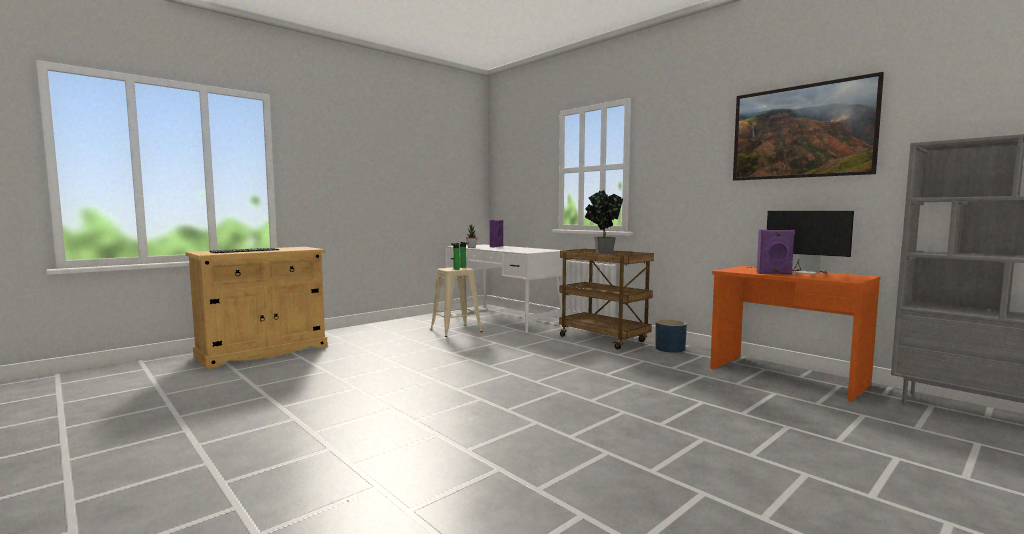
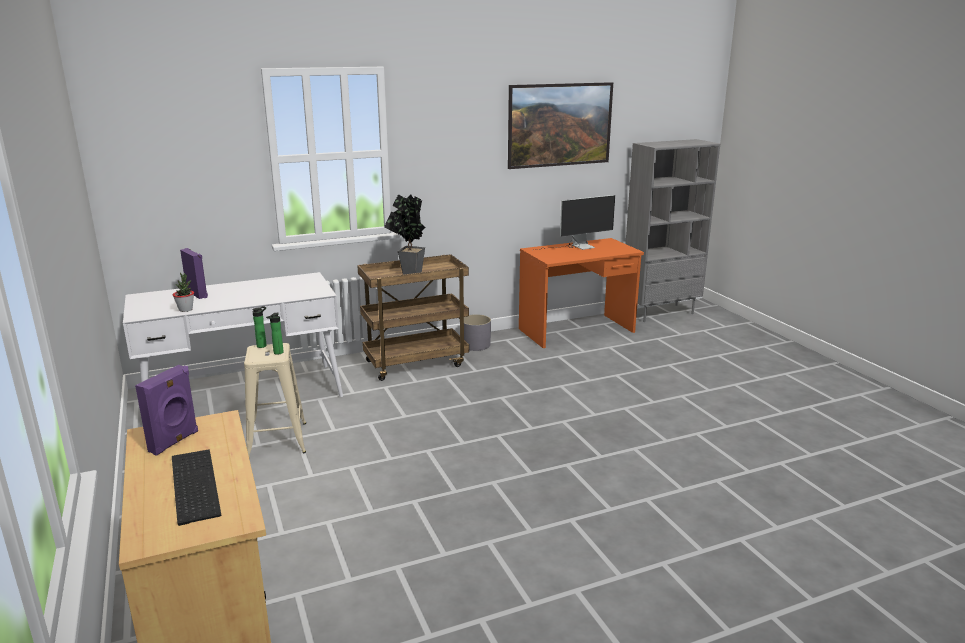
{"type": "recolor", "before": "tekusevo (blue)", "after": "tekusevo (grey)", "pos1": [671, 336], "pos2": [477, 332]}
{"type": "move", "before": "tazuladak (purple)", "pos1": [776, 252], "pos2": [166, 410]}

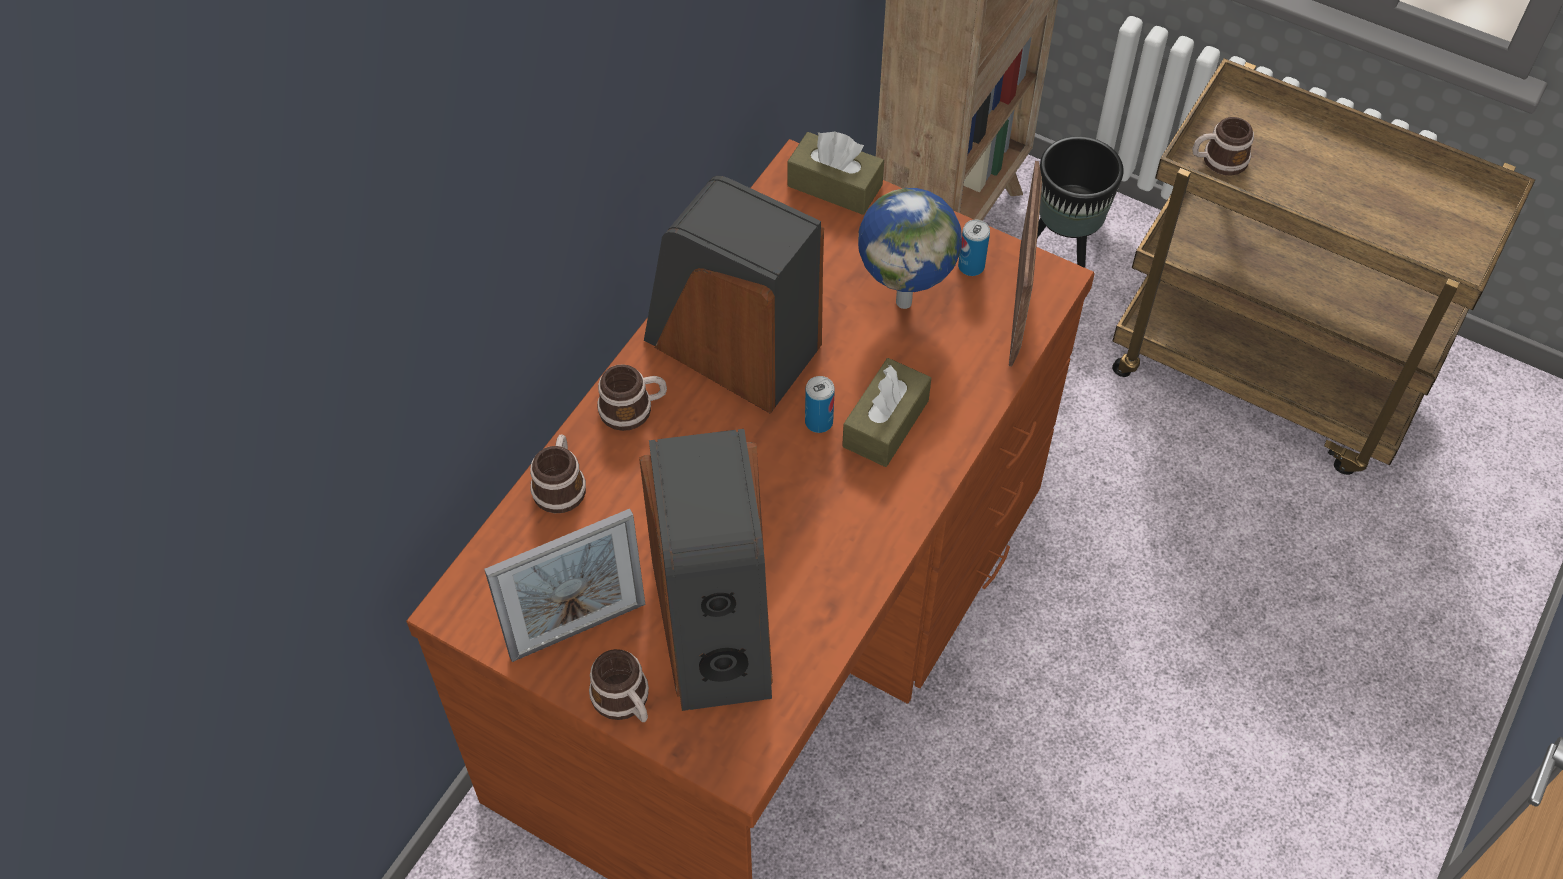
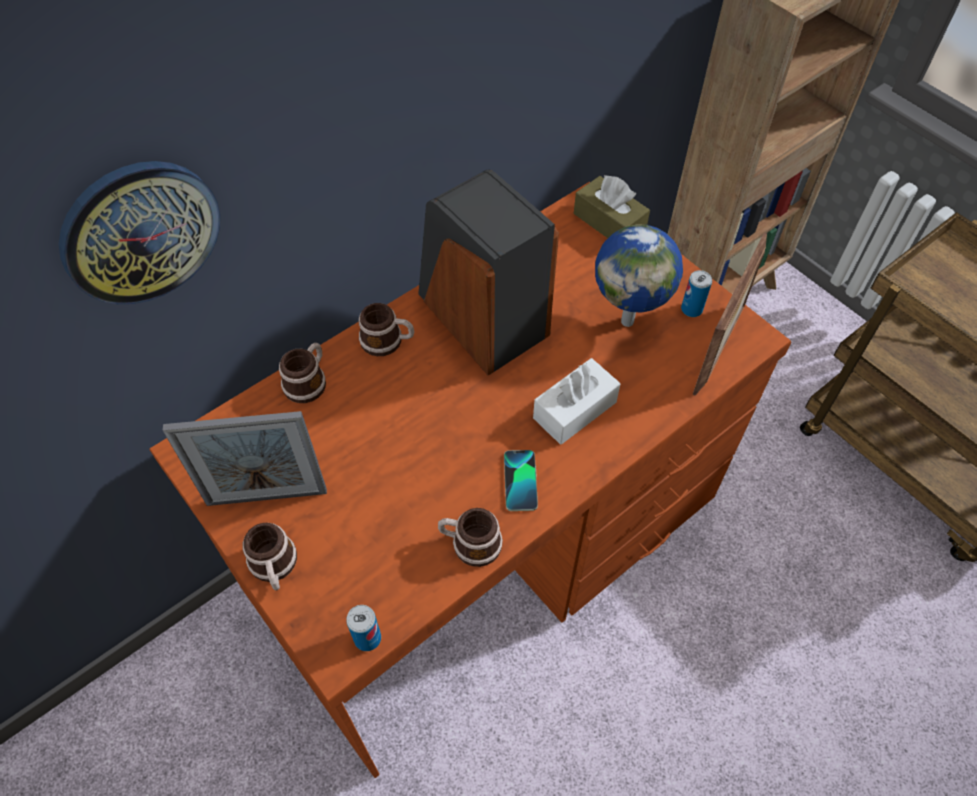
{"type": "delete", "before": "tazuladak", "pos1": [706, 570]}
{"type": "move", "before": "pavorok", "pos1": [820, 404], "pos2": [363, 628]}
{"type": "recolor", "before": "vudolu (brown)", "after": "vudolu (white)", "pos1": [886, 412], "pos2": [576, 401]}
{"type": "delete", "before": "tekusevo (black)", "pos1": [1080, 202]}
{"type": "move", "before": "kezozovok", "pos1": [1223, 146], "pos2": [470, 537]}
{"type": "insert", "after": "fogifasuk", "pos2": [139, 232]}
{"type": "insert", "after": "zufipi", "pos2": [521, 480]}

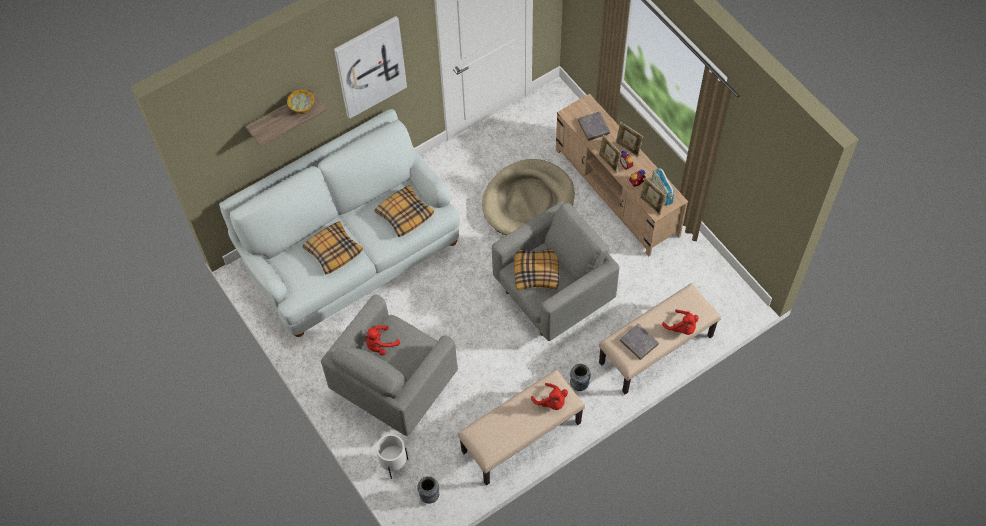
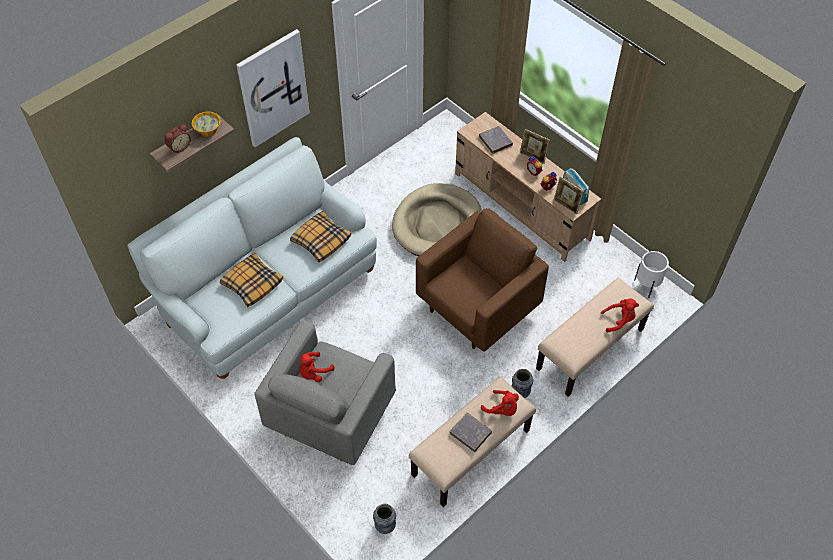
{"type": "move", "before": "tekusevo (white)", "pos1": [392, 456], "pos2": [651, 274]}
{"type": "recolor", "before": "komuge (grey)", "after": "komuge (brown)", "pos1": [556, 271], "pos2": [482, 279]}
{"type": "delete", "before": "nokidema", "pos1": [536, 269]}
{"type": "delete", "before": "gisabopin", "pos1": [610, 154]}
{"type": "move", "before": "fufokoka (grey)", "pos1": [639, 342], "pos2": [470, 432]}
{"type": "rotate", "before": "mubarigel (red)", "pos1": [680, 322], "pos2": [620, 315], "turn": -45}
{"type": "insert", "after": "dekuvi", "pos2": [178, 138]}

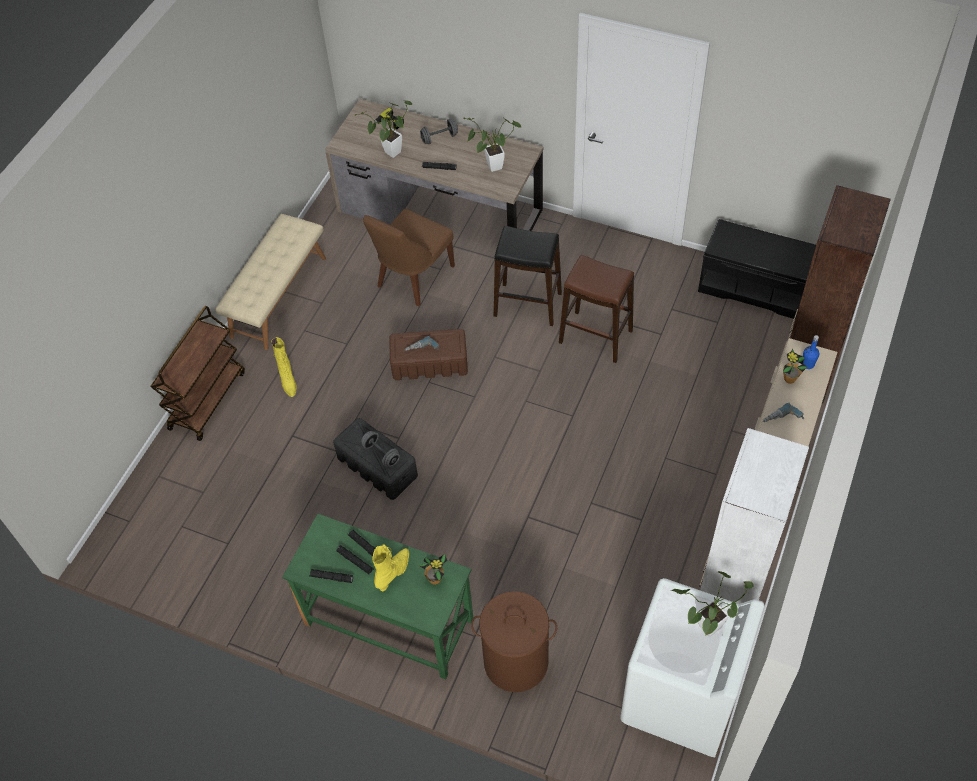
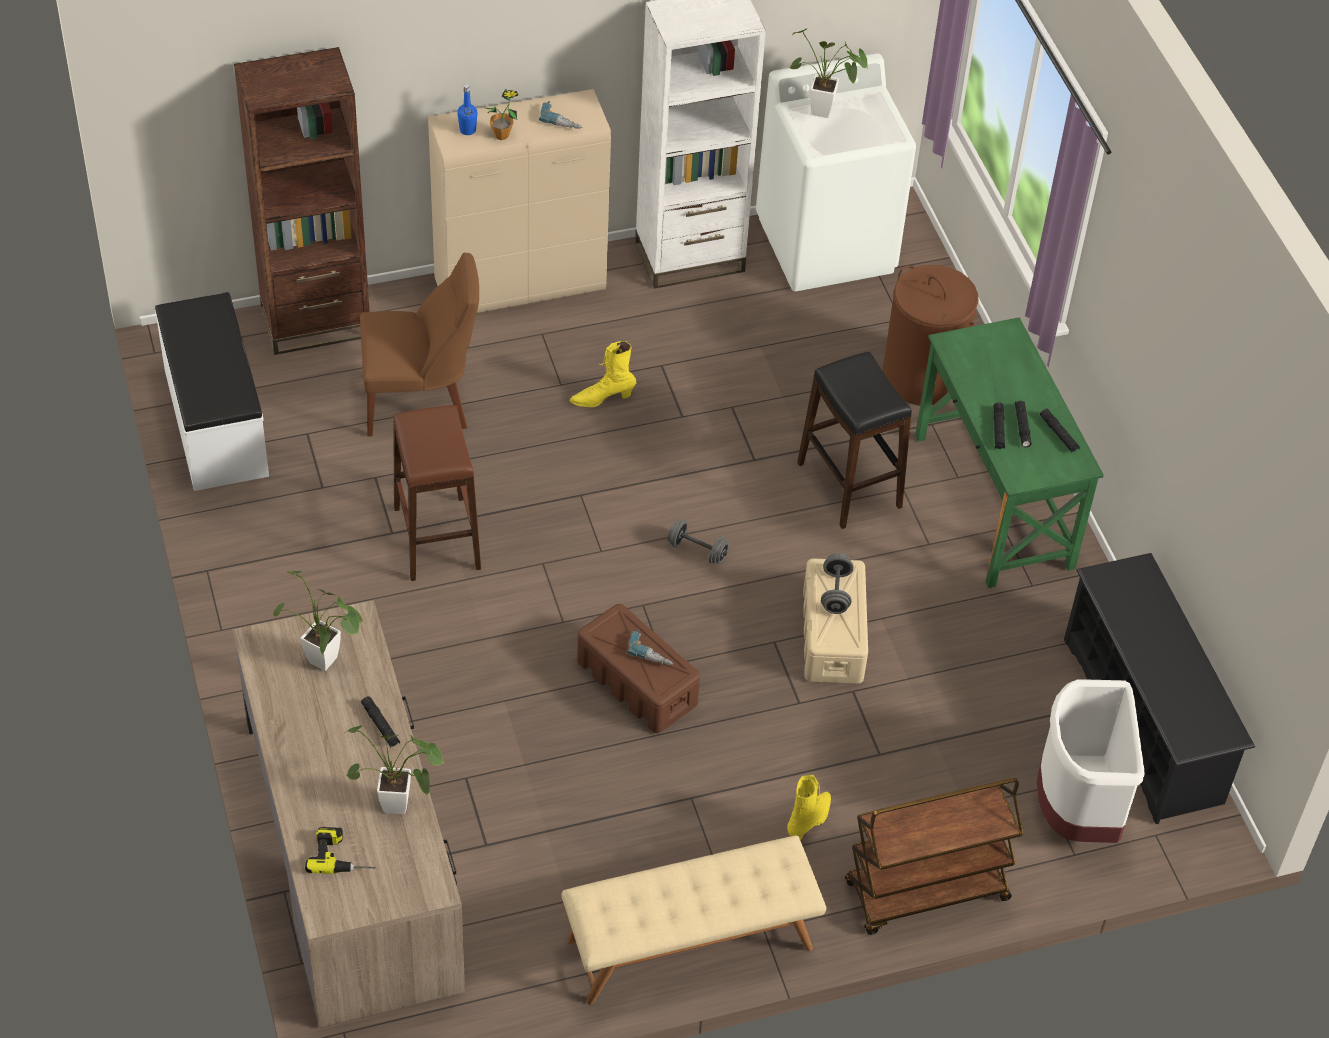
{"type": "recolor", "before": "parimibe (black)", "after": "parimibe (beige)", "pos1": [375, 459], "pos2": [835, 621]}
{"type": "move", "before": "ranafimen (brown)", "pos1": [409, 258], "pos2": [419, 344]}
{"type": "move", "before": "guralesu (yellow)", "pos1": [390, 567], "pos2": [603, 374]}
{"type": "delete", "before": "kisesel", "pos1": [432, 569]}
{"type": "move", "before": "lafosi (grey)", "pos1": [439, 131], "pos2": [698, 542]}
{"type": "move", "before": "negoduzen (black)", "pos1": [528, 276], "pos2": [854, 440]}
{"type": "recolor", "before": "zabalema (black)", "after": "zabalema (white)", "pos1": [757, 269], "pos2": [212, 391]}
{"type": "insert", "after": "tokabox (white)", "pos2": [1091, 761]}
{"type": "insert", "after": "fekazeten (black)", "pos2": [1159, 688]}

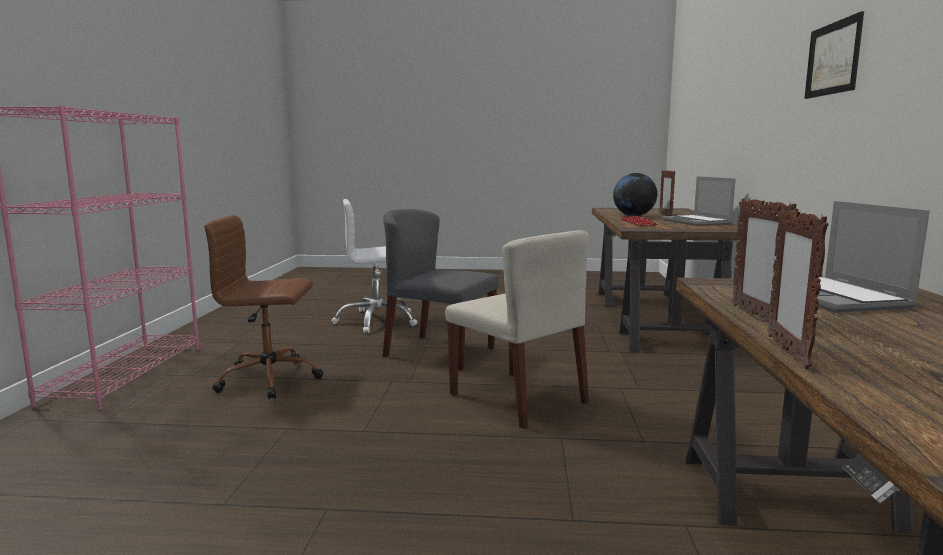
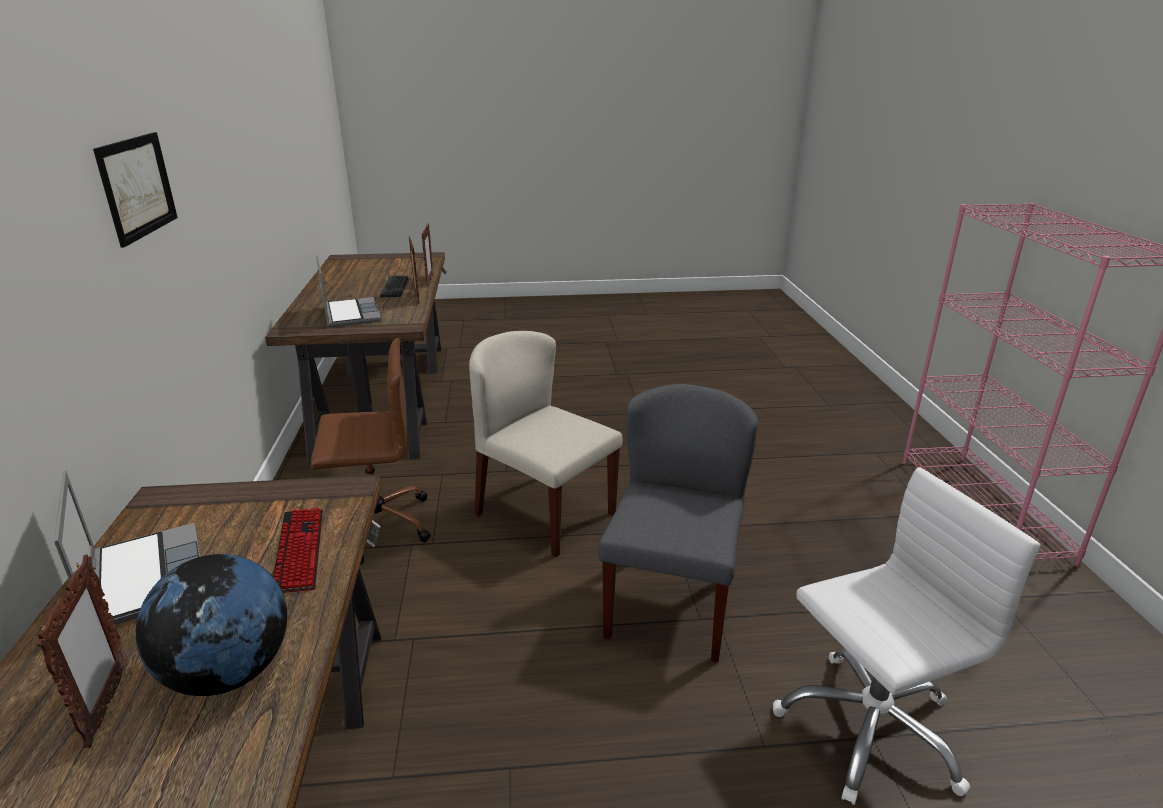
{"type": "move", "before": "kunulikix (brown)", "pos1": [263, 307], "pos2": [370, 451]}
{"type": "rotate", "before": "ranafimen (grey)", "pos1": [441, 289], "pos2": [678, 523], "turn": -90}
{"type": "insert", "after": "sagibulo", "pos2": [394, 286]}

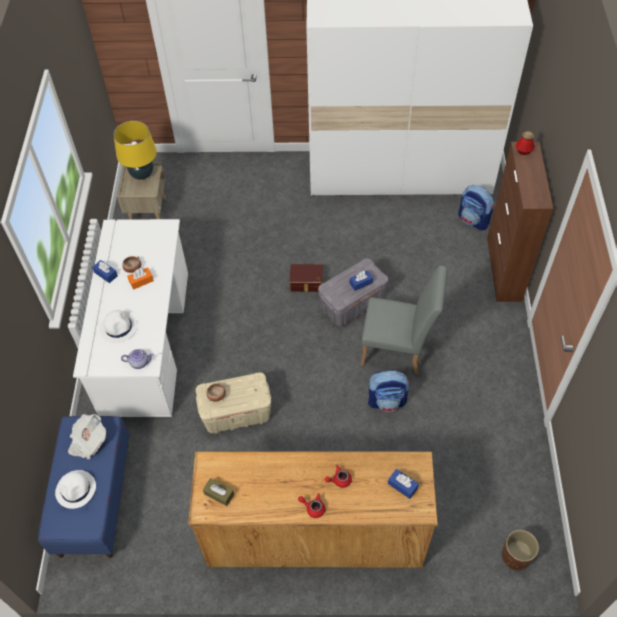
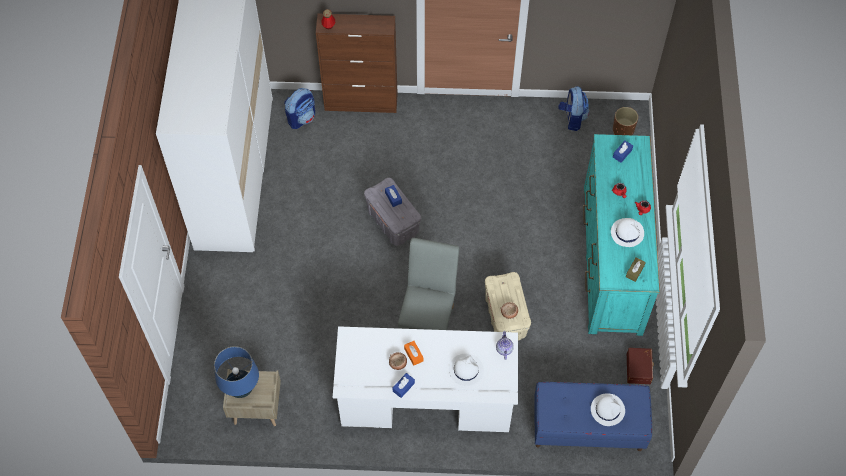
{"type": "delete", "before": "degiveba", "pos1": [87, 436]}
{"type": "recolor", "before": "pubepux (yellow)", "after": "pubepux (blue)", "pos1": [135, 150], "pos2": [236, 372]}
{"type": "recolor", "before": "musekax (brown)", "after": "musekax (turquoise)", "pos1": [313, 509], "pos2": [621, 235]}
{"type": "move", "before": "parimibe (brown)", "pos1": [306, 278], "pos2": [640, 366]}
{"type": "move", "before": "ranafimen (grey)", "pos1": [403, 319], "pos2": [428, 284]}
{"type": "move", "before": "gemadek", "pos1": [389, 391], "pos2": [573, 108]}
{"type": "insert", "after": "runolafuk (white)", "pos2": [627, 232]}

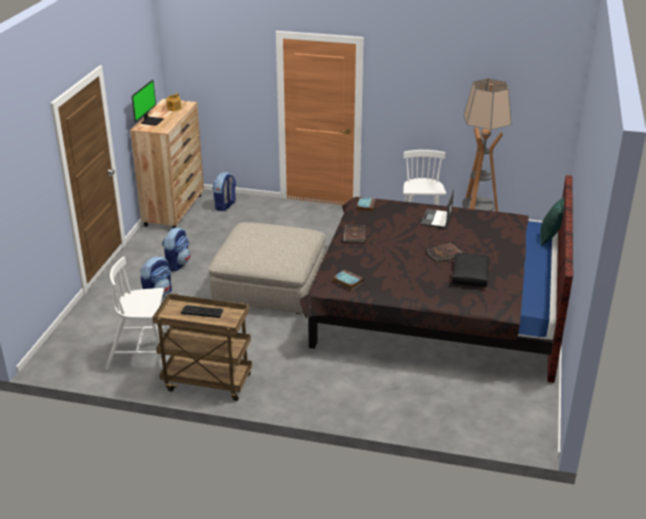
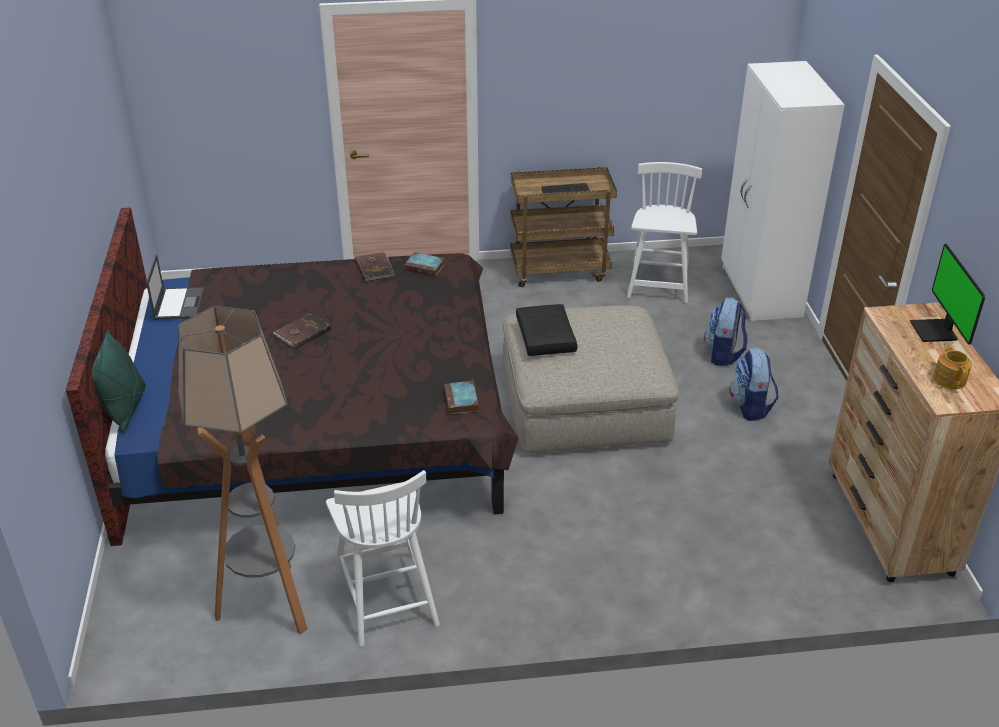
{"type": "rotate", "before": "ranafimen (white)", "pos1": [137, 313], "pos2": [664, 232], "turn": -60}
{"type": "delete", "before": "gemadek", "pos1": [224, 191]}
{"type": "move", "before": "fufokoka (brown)", "pos1": [354, 233], "pos2": [374, 267]}
{"type": "move", "before": "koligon", "pos1": [437, 209], "pos2": [175, 287]}
{"type": "move", "before": "nokidema (black)", "pos1": [470, 270], "pos2": [547, 330]}
{"type": "insert", "after": "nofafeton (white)", "pos2": [783, 191]}

